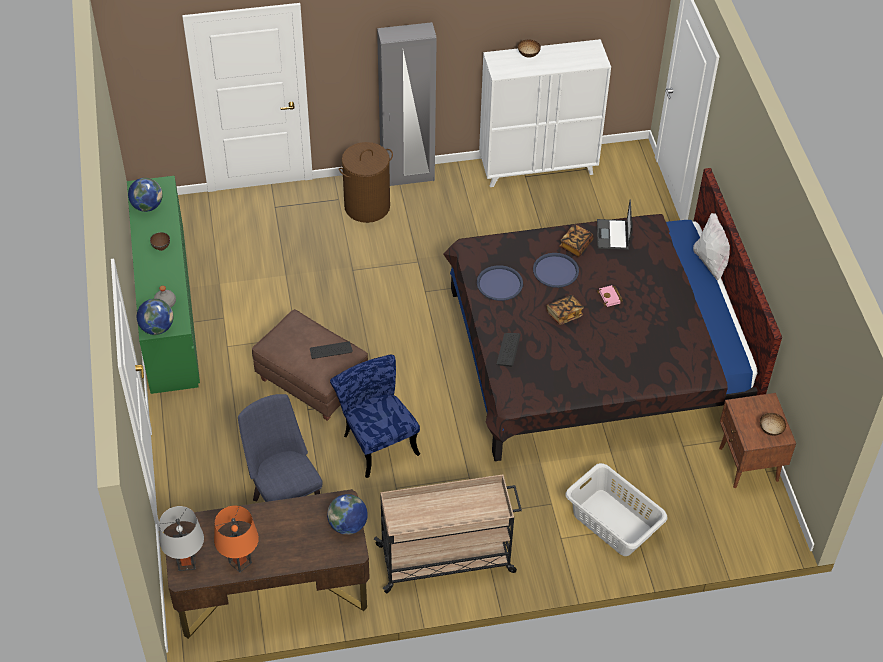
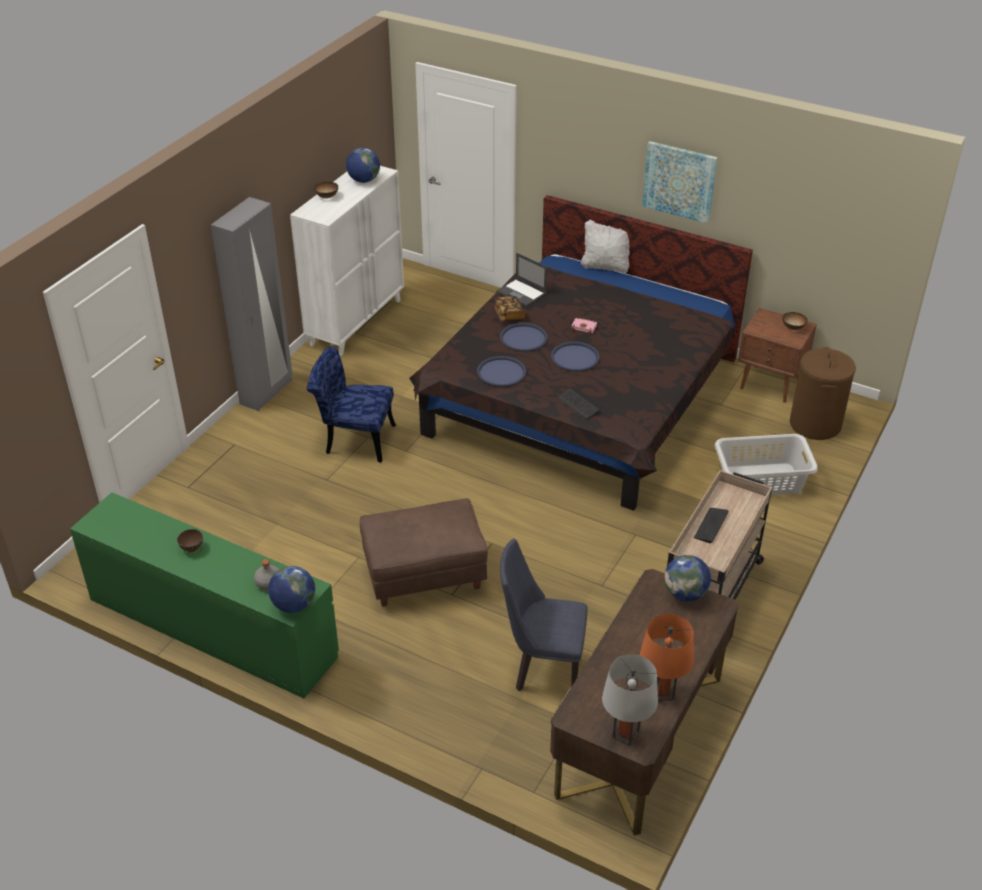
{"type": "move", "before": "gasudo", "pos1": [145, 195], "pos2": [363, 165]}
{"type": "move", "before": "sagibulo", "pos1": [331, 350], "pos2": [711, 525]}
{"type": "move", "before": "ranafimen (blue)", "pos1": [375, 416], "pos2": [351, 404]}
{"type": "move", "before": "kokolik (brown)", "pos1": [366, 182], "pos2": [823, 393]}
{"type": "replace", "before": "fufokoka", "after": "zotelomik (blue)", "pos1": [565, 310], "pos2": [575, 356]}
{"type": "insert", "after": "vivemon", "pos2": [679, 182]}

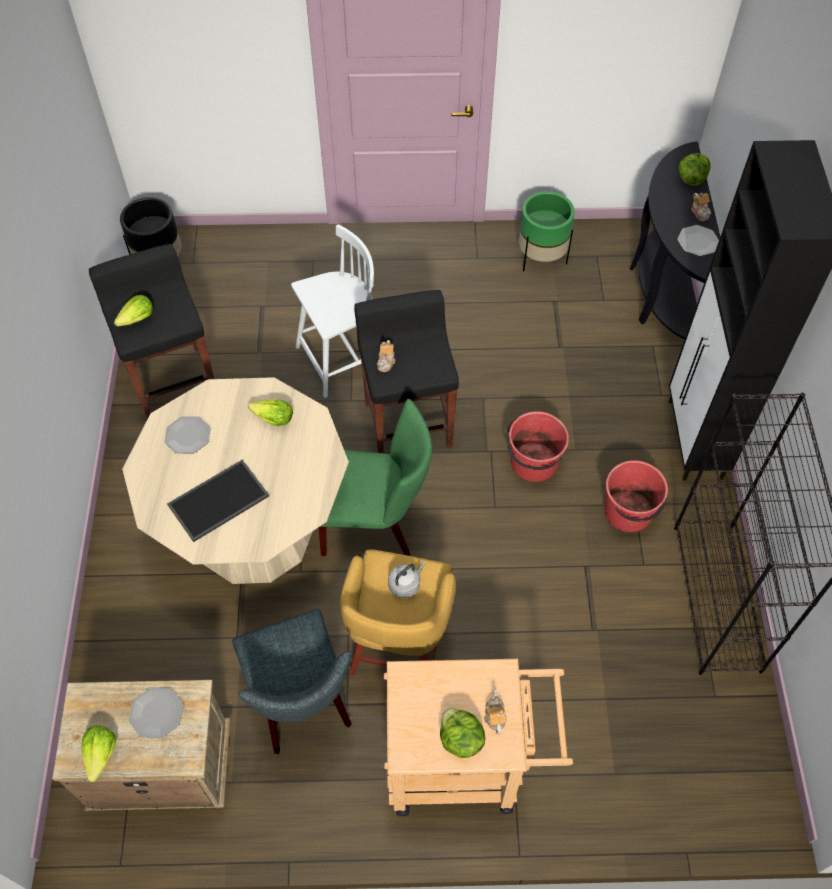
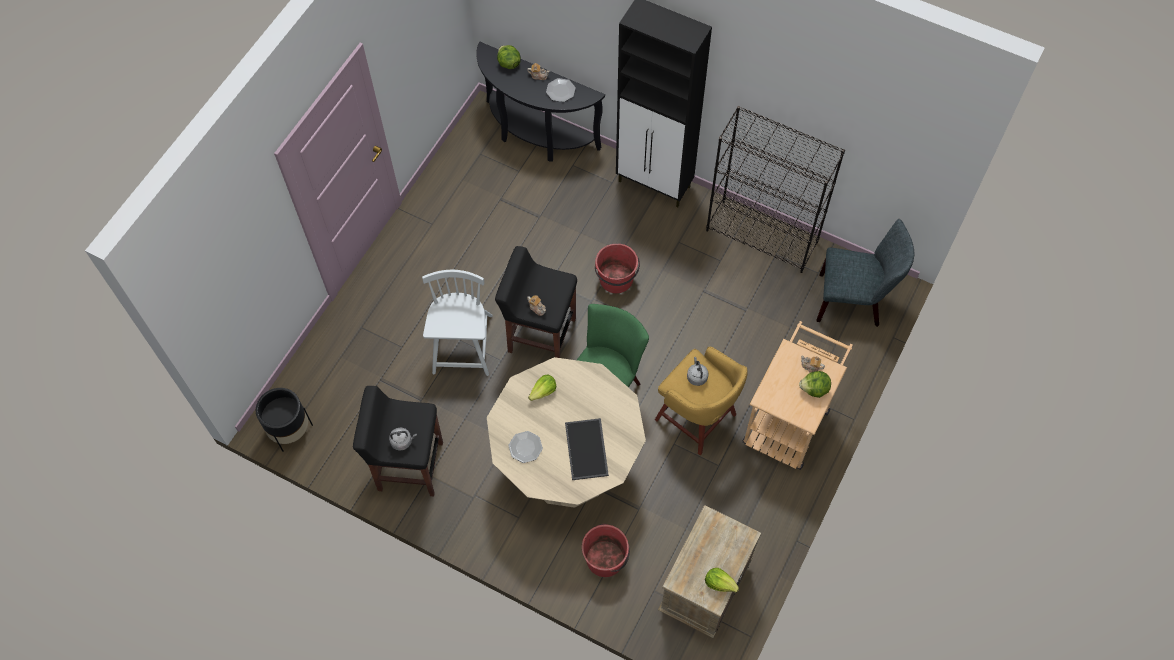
{"type": "replace", "before": "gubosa", "after": "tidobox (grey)", "pos1": [133, 310], "pos2": [403, 439]}
{"type": "delete", "before": "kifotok", "pos1": [156, 713]}
{"type": "move", "before": "ranafimen (grey)", "pos1": [291, 681], "pos2": [865, 273]}
{"type": "delete", "before": "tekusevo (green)", "pos1": [547, 231]}
{"type": "move", "before": "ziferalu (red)", "pos1": [636, 496], "pos2": [606, 550]}

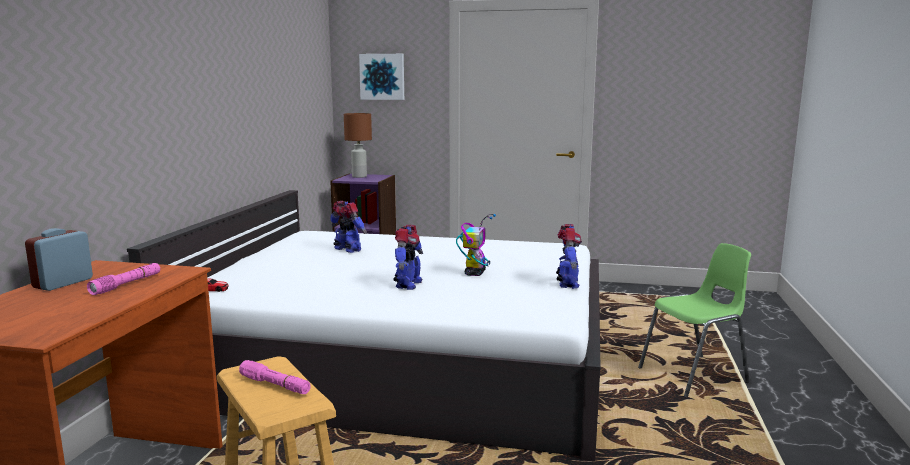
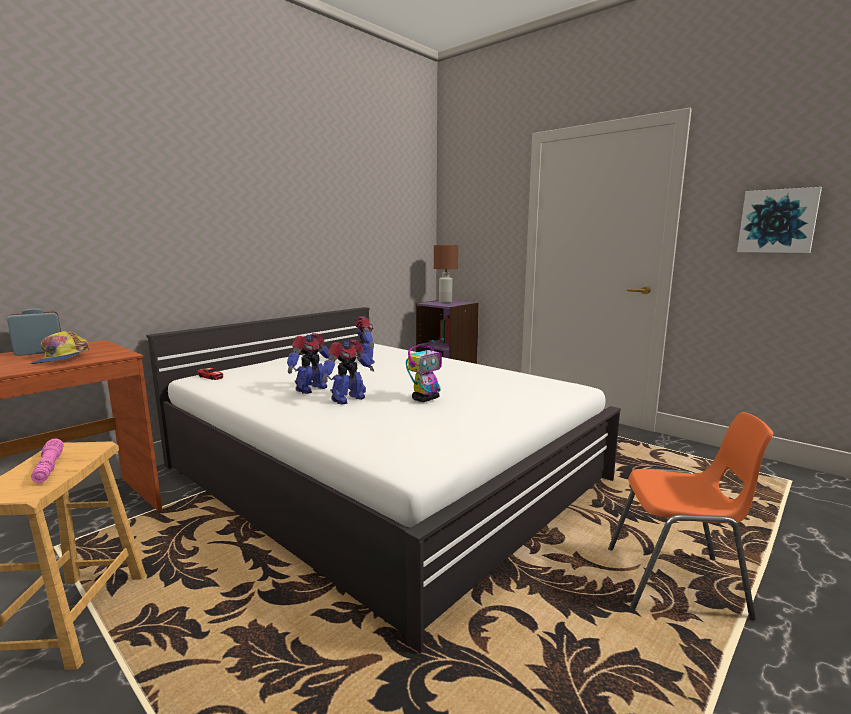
{"type": "replace", "before": "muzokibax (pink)", "after": "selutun", "pos1": [123, 279], "pos2": [59, 347]}
{"type": "move", "before": "vivemon", "pos1": [381, 77], "pos2": [779, 220]}
{"type": "move", "before": "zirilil", "pos1": [569, 256], "pos2": [311, 363]}
{"type": "recolor", "before": "ranafimen (green)", "after": "ranafimen (orange)", "pos1": [694, 320], "pos2": [690, 516]}

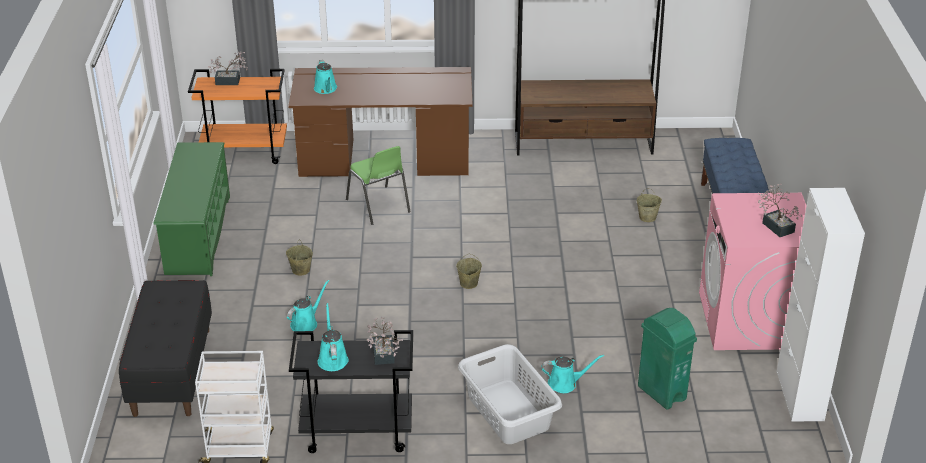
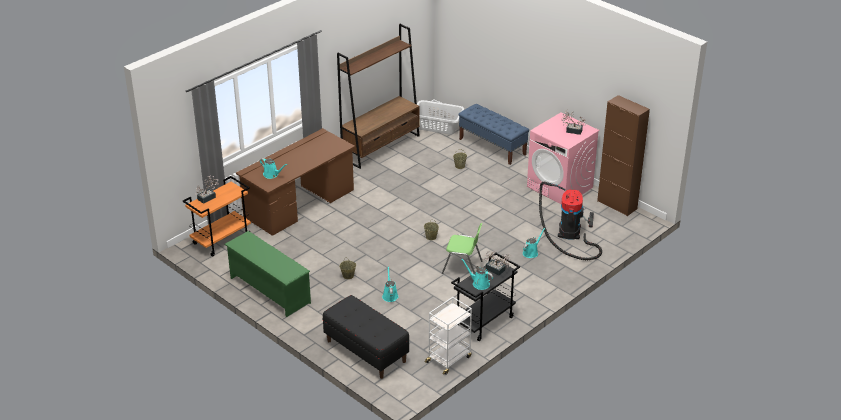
{"type": "move", "before": "ranafimen (green)", "pos1": [378, 185], "pos2": [462, 248]}
{"type": "move", "before": "kokolik (grey)", "pos1": [510, 394], "pos2": [441, 117]}
{"type": "replace", "before": "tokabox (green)", "after": "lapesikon", "pos1": [667, 359], "pos2": [570, 221]}
{"type": "recolor", "before": "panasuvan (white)", "after": "panasuvan (brown)", "pos1": [821, 304], "pos2": [623, 155]}

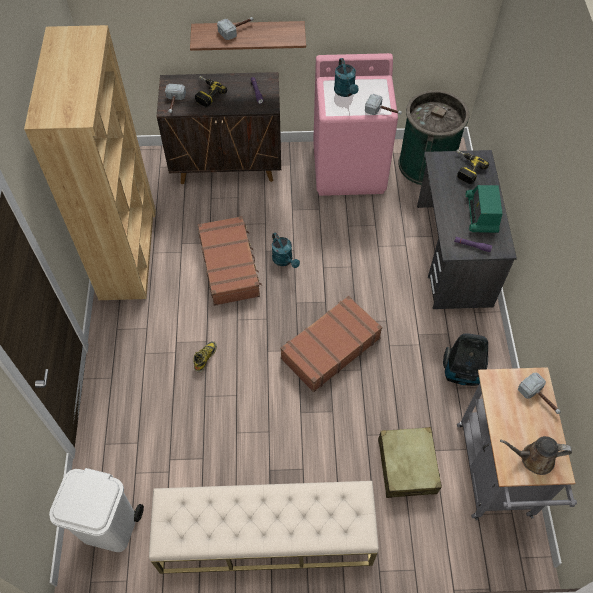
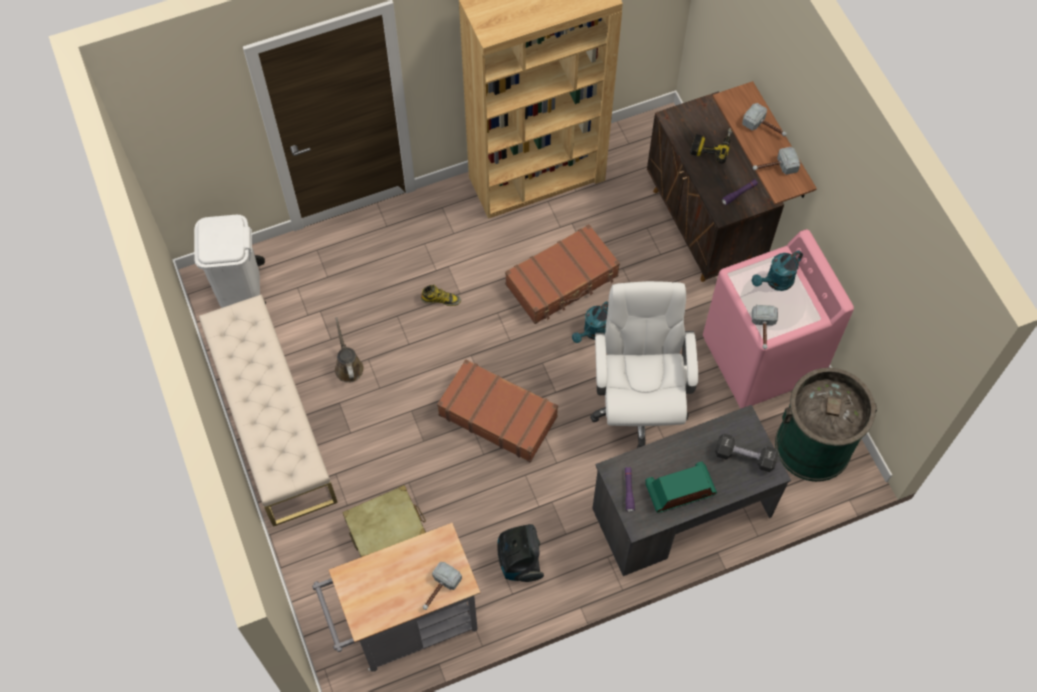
{"type": "move", "before": "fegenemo", "pos1": [175, 98], "pos2": [776, 161]}
{"type": "replace", "before": "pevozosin", "after": "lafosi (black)", "pos1": [472, 166], "pos2": [746, 453]}
{"type": "move", "before": "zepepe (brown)", "pos1": [536, 455], "pos2": [349, 350]}
{"type": "insert", "after": "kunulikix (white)", "pos2": [644, 364]}

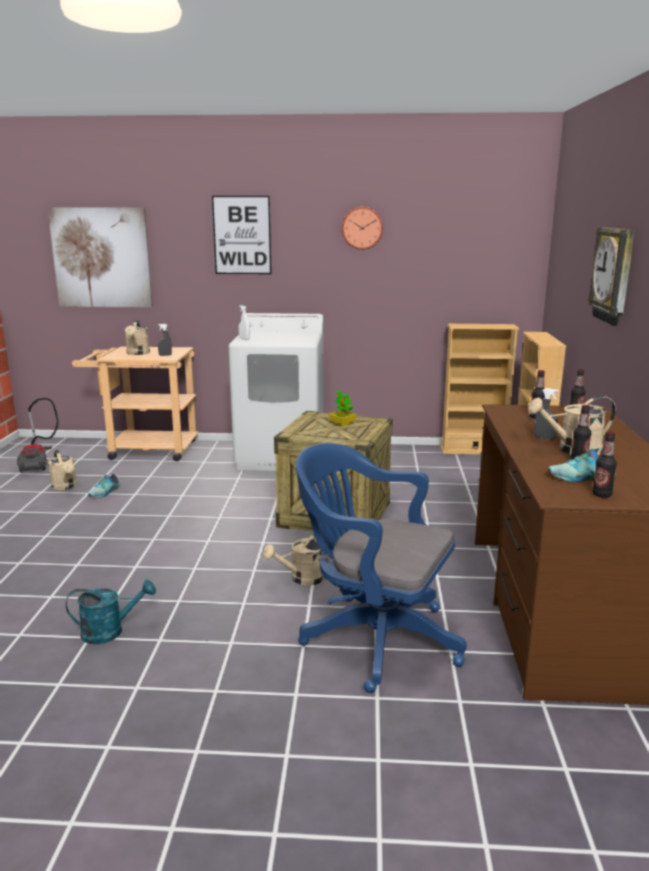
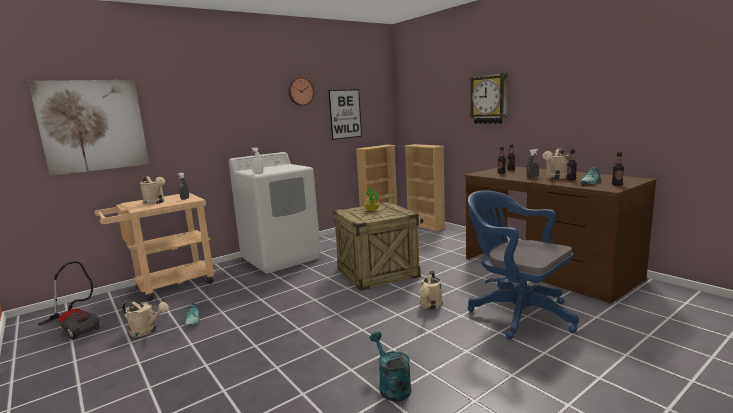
{"type": "rotate", "before": "zepepe (turquoise)", "pos1": [111, 612], "pos2": [390, 366], "turn": -60}
{"type": "move", "before": "vivemon", "pos1": [242, 235], "pos2": [345, 114]}
{"type": "rotate", "before": "kunulikix (blue)", "pos1": [381, 568], "pos2": [523, 264], "turn": 60}

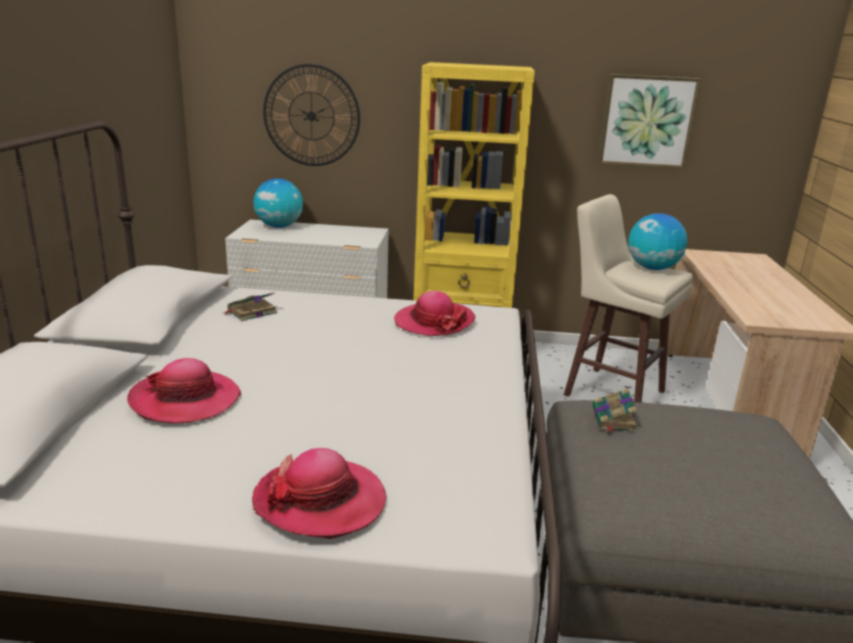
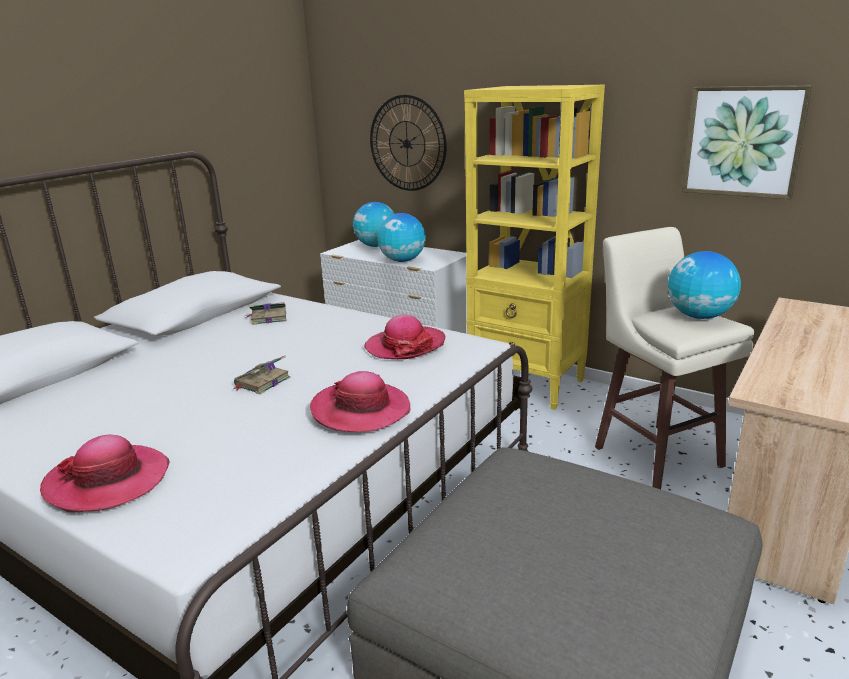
{"type": "move", "before": "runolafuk", "pos1": [184, 391], "pos2": [360, 401]}
{"type": "move", "before": "fufokoka", "pos1": [614, 410], "pos2": [262, 375]}
{"type": "insert", "after": "gasudo", "pos2": [401, 237]}

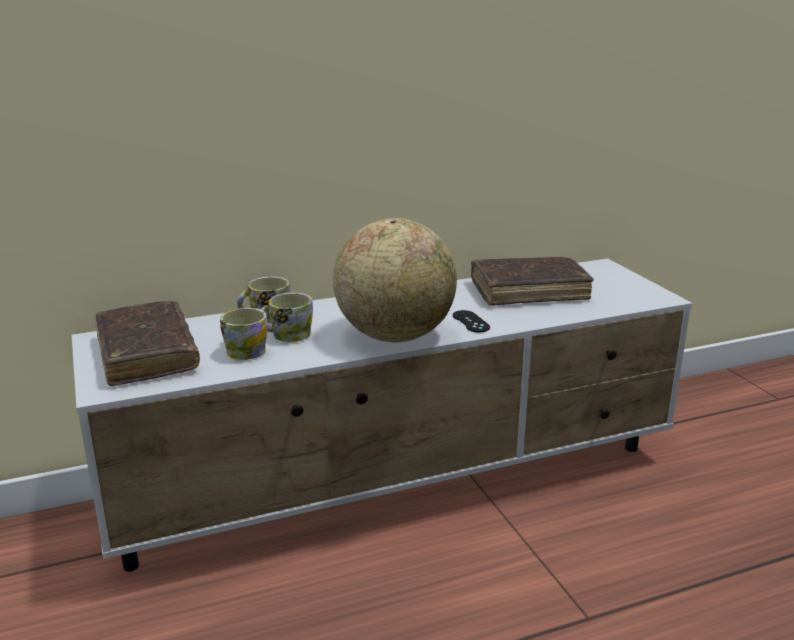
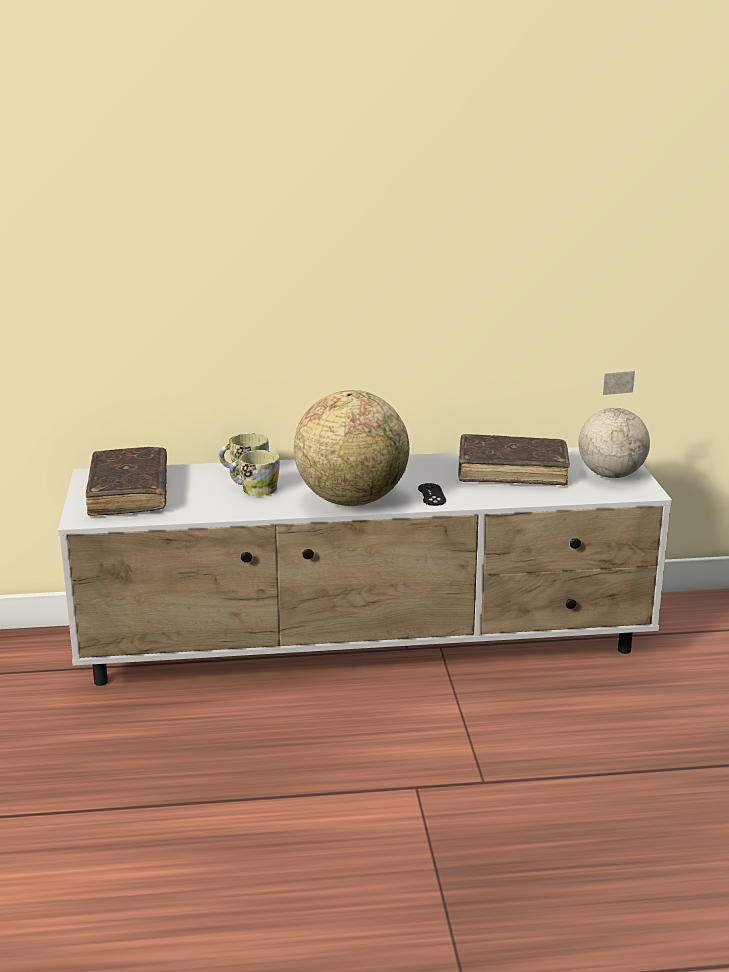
{"type": "delete", "before": "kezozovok", "pos1": [244, 334]}
{"type": "insert", "after": "gasudo", "pos2": [614, 424]}

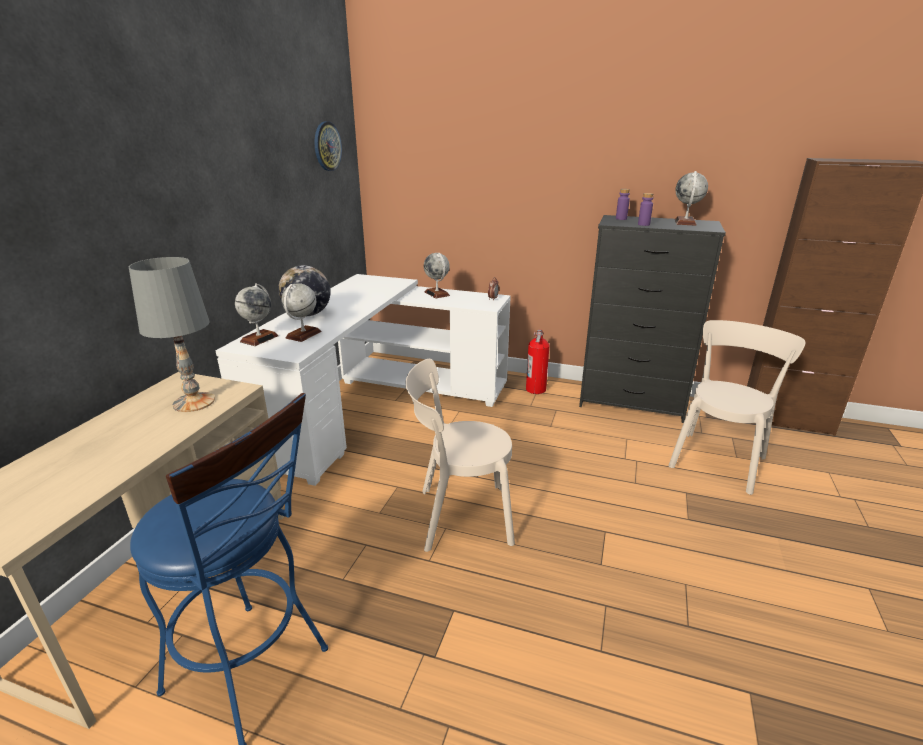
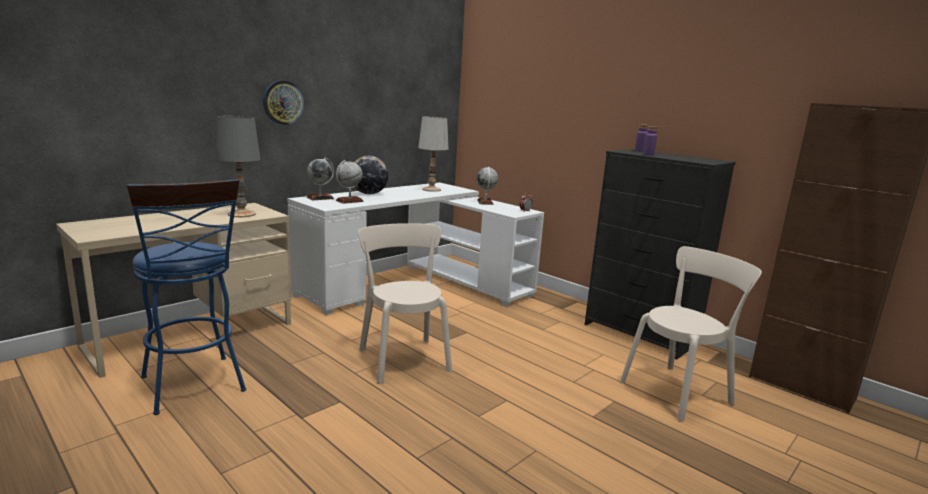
{"type": "move", "before": "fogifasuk", "pos1": [328, 146], "pos2": [284, 103]}
{"type": "rotate", "before": "ranafimen (beige)", "pos1": [460, 455], "pos2": [405, 303], "turn": 45}
{"type": "delete", "before": "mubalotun", "pos1": [538, 361]}
{"type": "delete", "before": "gasudo", "pos1": [691, 198]}
{"type": "insert", "after": "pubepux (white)", "pos2": [433, 154]}

